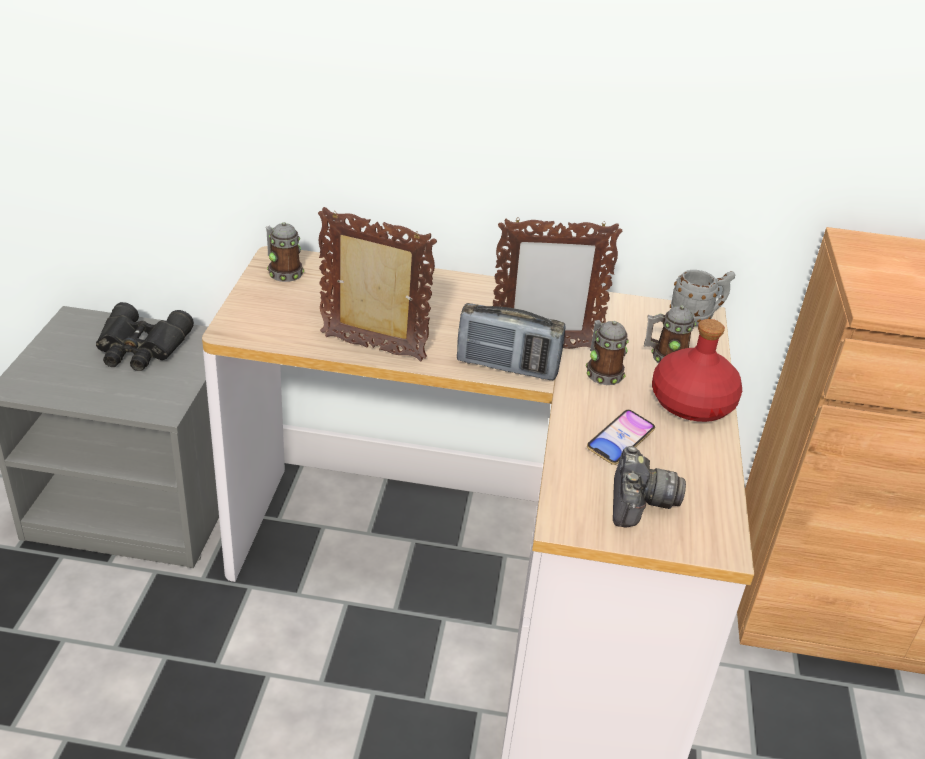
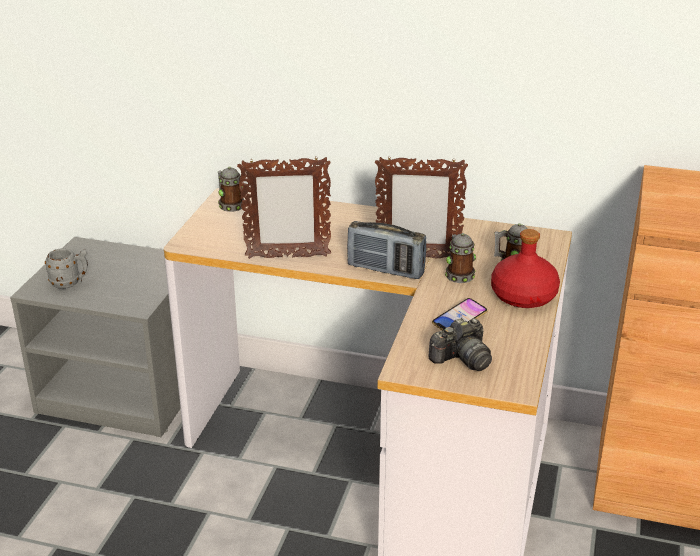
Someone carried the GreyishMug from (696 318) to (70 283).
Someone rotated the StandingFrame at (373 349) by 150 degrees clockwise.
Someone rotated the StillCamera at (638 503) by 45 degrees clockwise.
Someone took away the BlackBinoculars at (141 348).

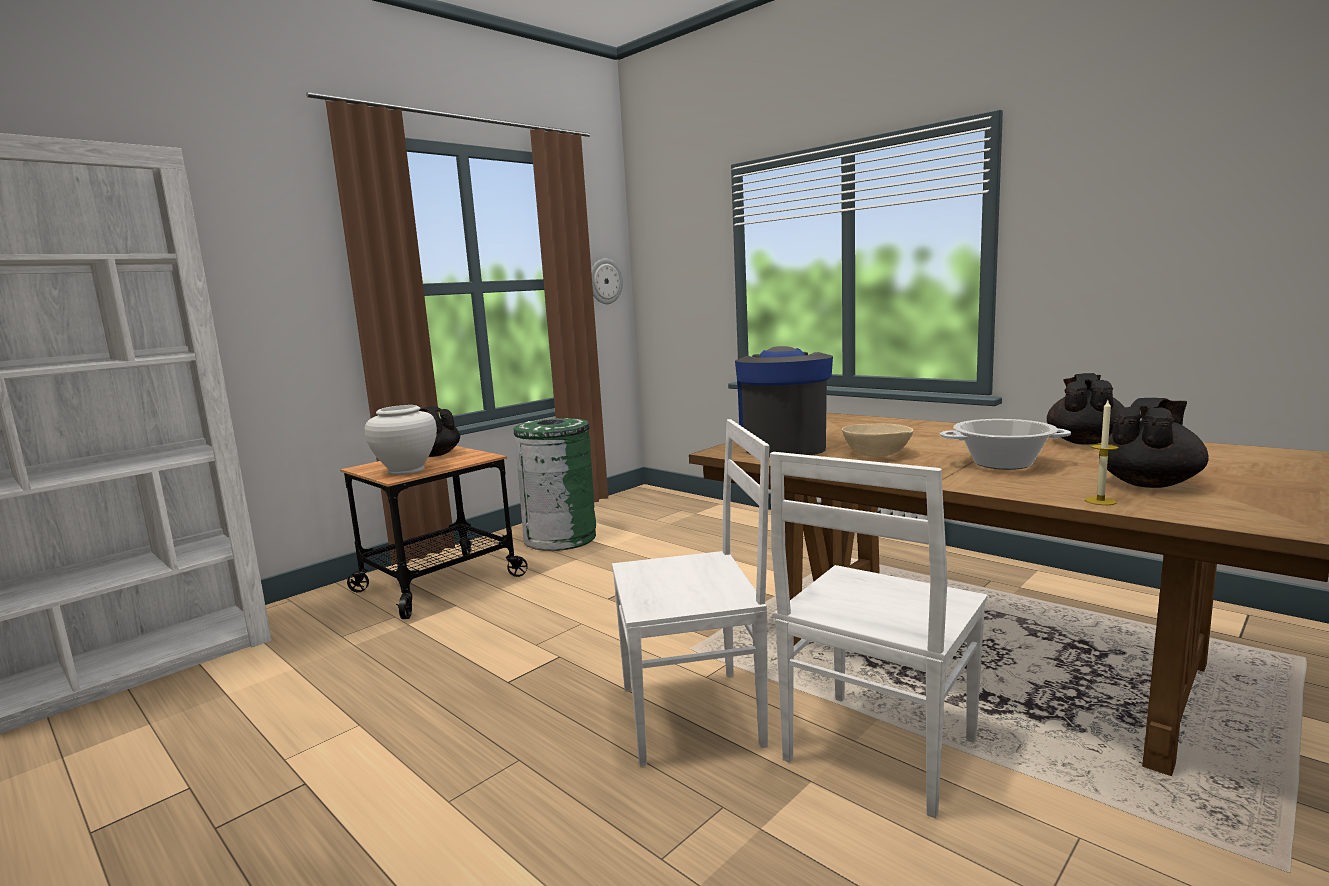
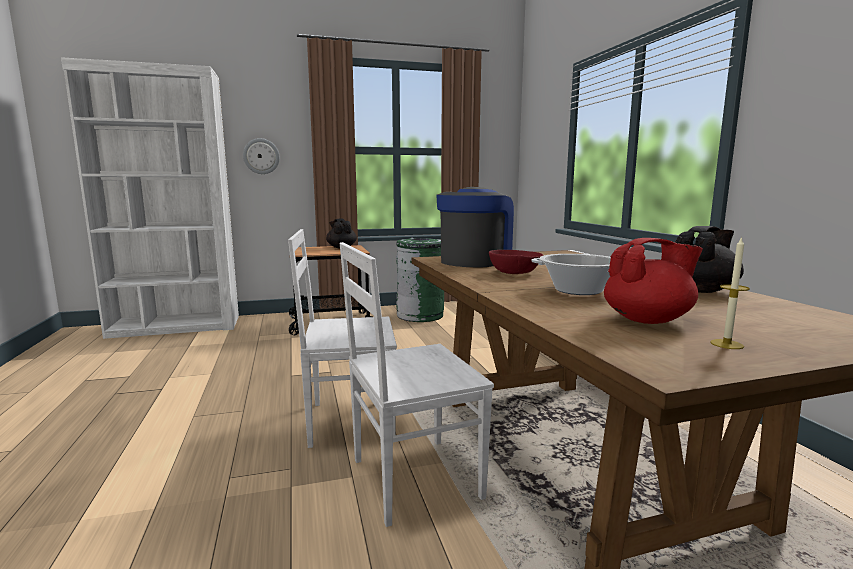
Someone carried the HangingClock from (605 281) to (261 156).
Someone rotated the WhiteUprightChair at (696 715) by 150 degrees clockwise.
Someone repainted the BeigeBowl at (876 453), which became the RedColouredBowl at (514 272).
Someone repainted the BlackPotForTea at (1149 483), which became the RedColouredPotForTea at (648 320).
Someone carried the WaxCandle from (1100 501) to (726 344).
Someone took away the WhiteDecorativeVase at (406 470).

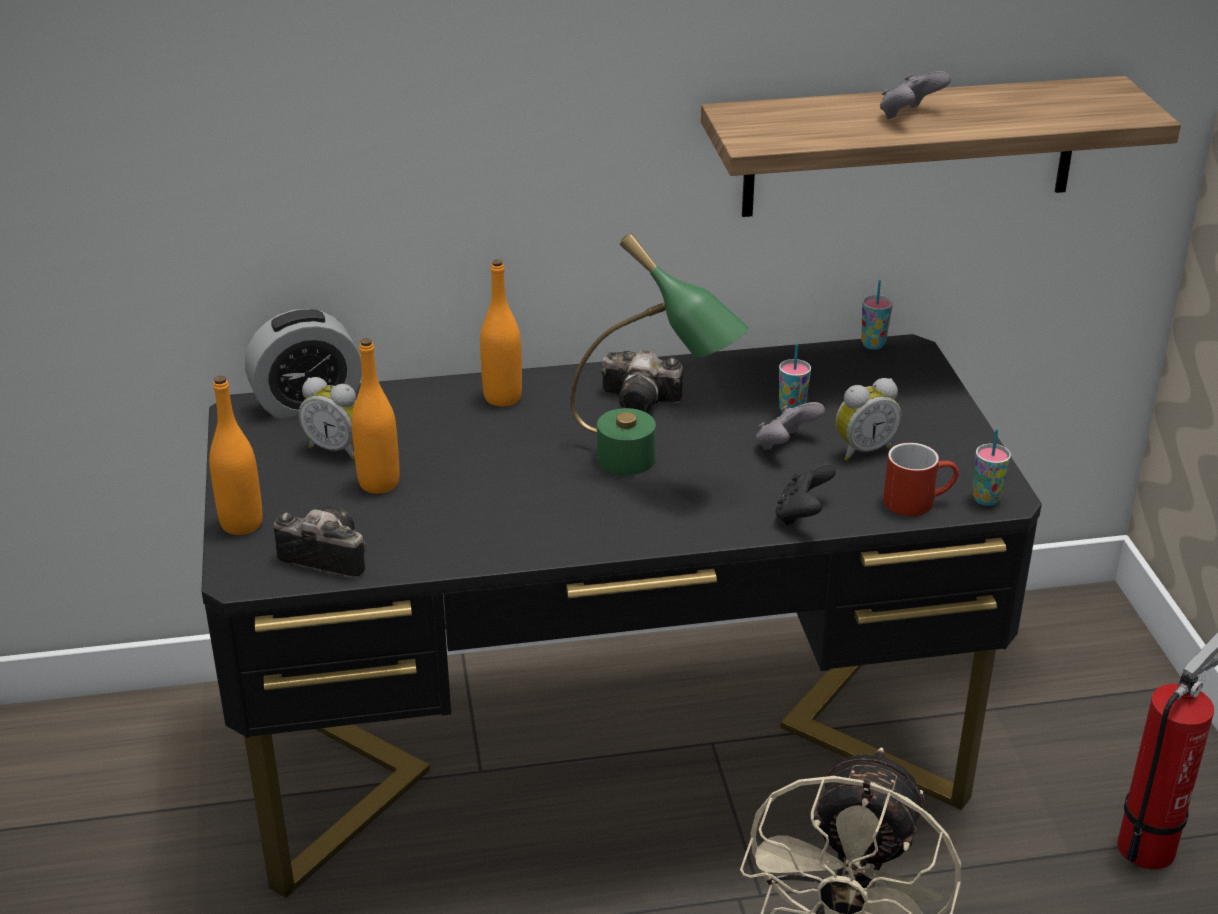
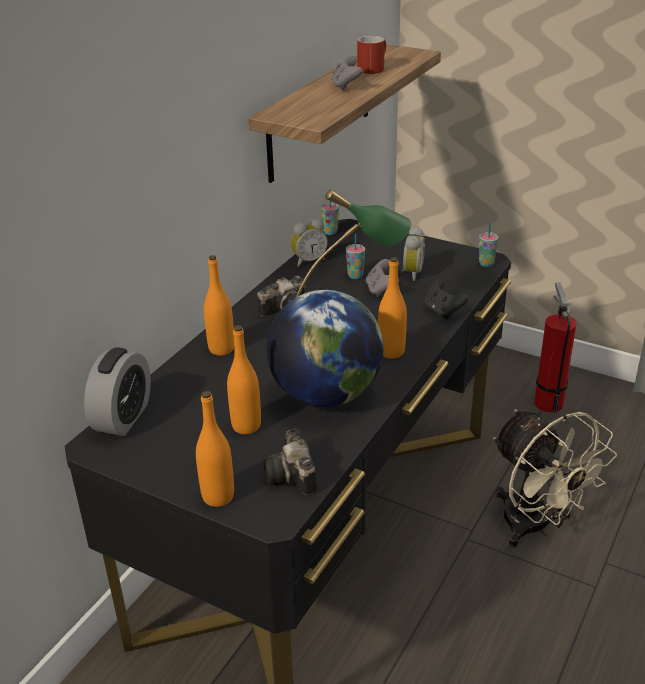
Someone rotated the StillCamera at (323 556) by 75 degrees counterclockwise.
Someone put down the DeskGlobe at (325 395).
Someone carried the AlarmClock from (337 448) to (308 261).
Someone carried the RedColouredMug from (918 501) to (373 68).
Someone put down the OrangeDrinkBottle at (391 352).

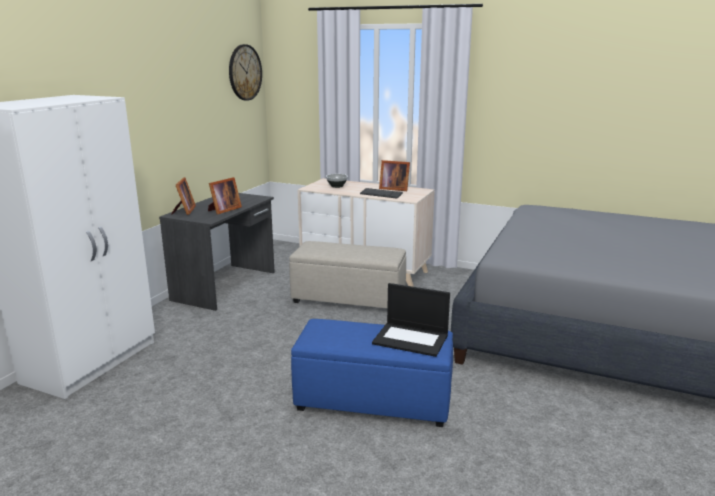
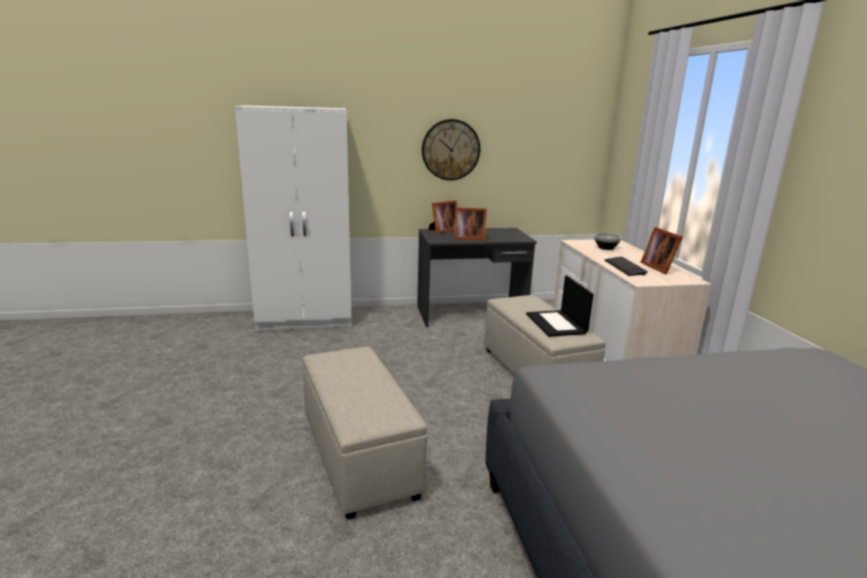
Someone repainted the BlueColouredPouffe at (374 401), which became the BeigePouffe at (359 456).
Someone carried the HangingClock from (244 72) to (450 150).
Someone carried the PortableComputer from (411 339) to (557 324).

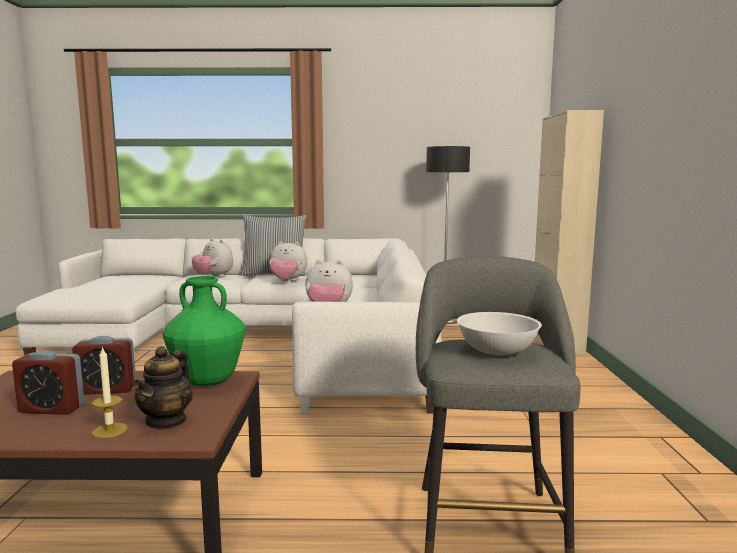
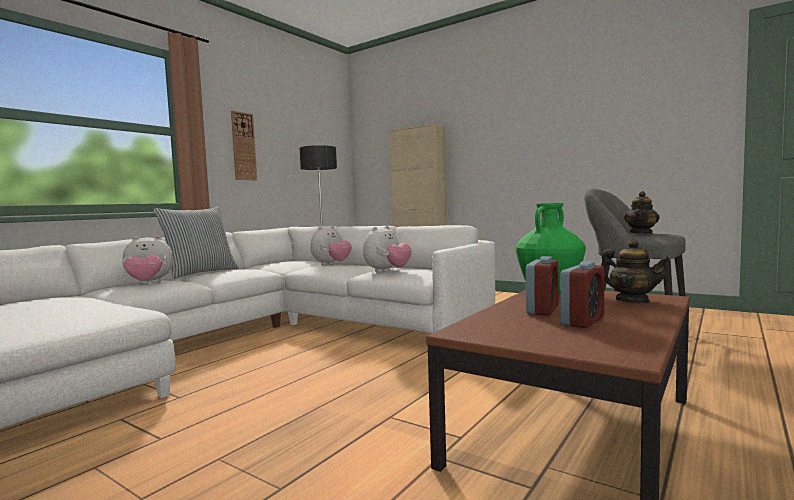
Someone put up the HangingClock at (243 146).
Someone carried the PlushToy from (287 281) to (331 264).
Someone swapped the WhiteBowl at (497 351) for the PotForTea at (641 233).
Someone took away the WaxCandle at (110 430).

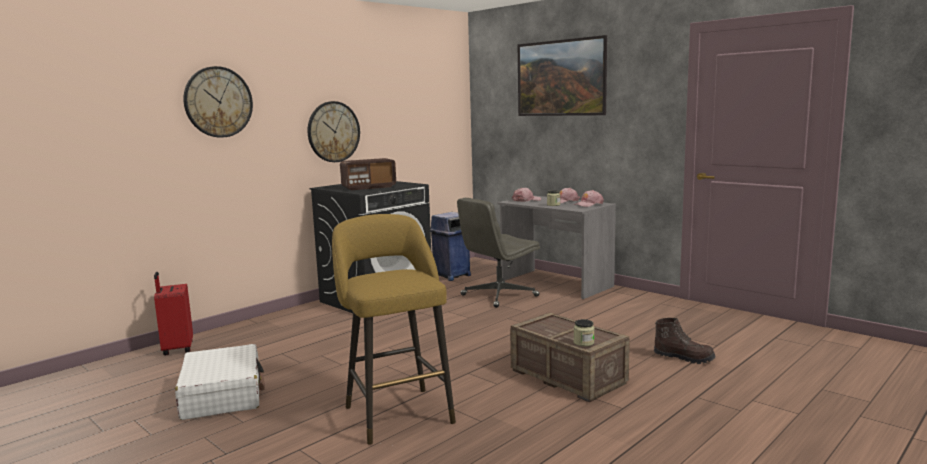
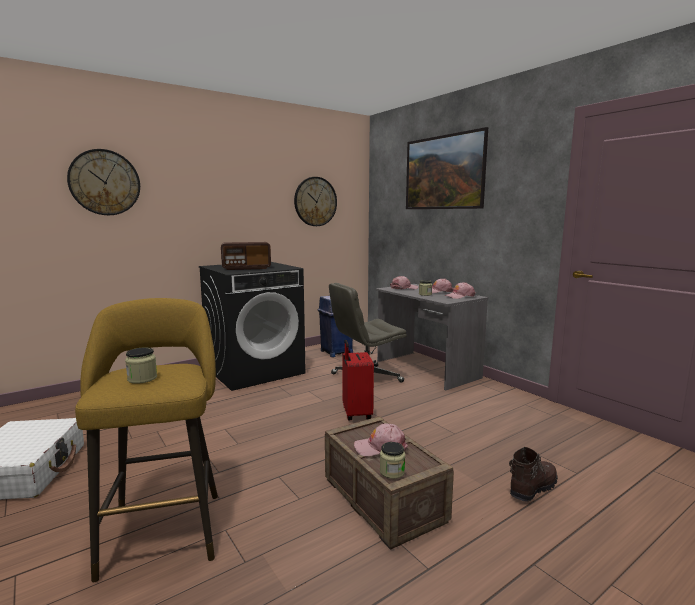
Someone put down the PreserveJar at (142 378).
Someone carried the HangingClock from (333 132) to (315 201).
Someone carried the RedColouredTravelCase from (177 349) to (356 414).
Someone put down the PinkishBaseballCap at (381 447).
Someone rotated the BrownTallBoot at (684 358) by 75 degrees counterclockwise.

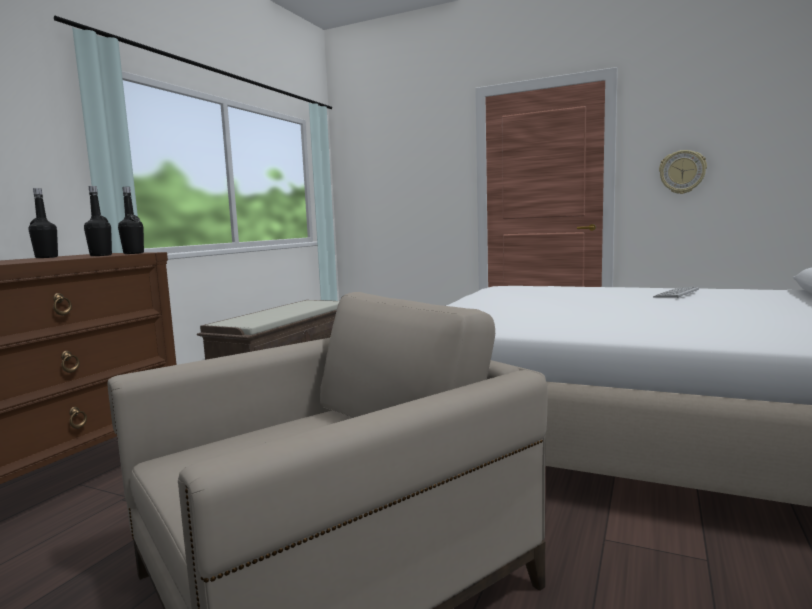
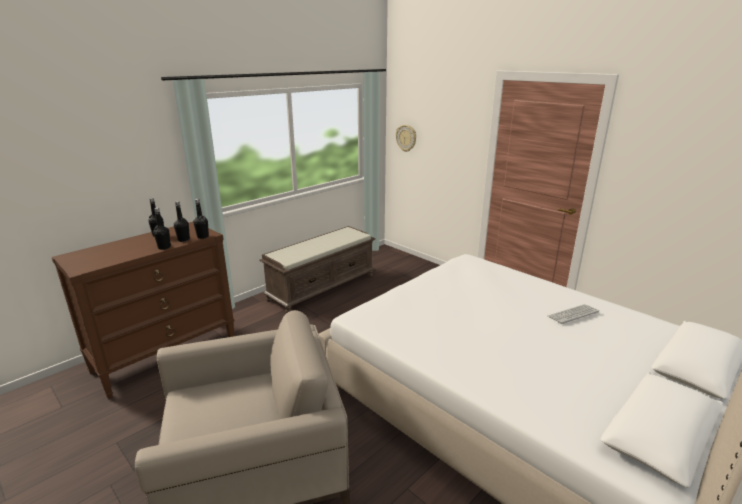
Someone put down the BlackDrinkBottle at (164 247).
Someone carried the HangingClock from (682 172) to (406 138).

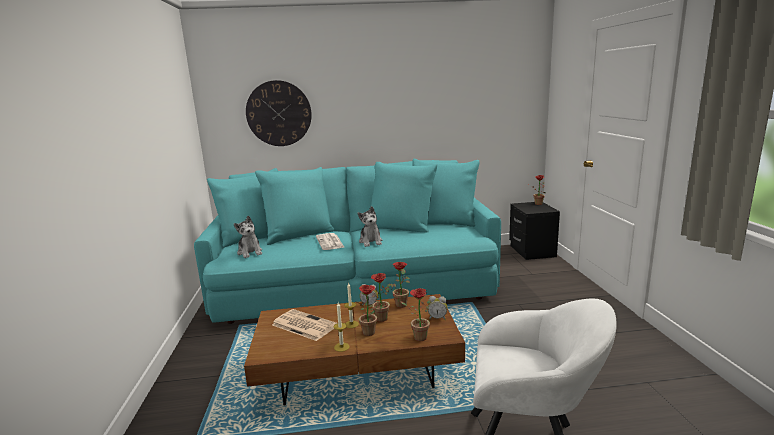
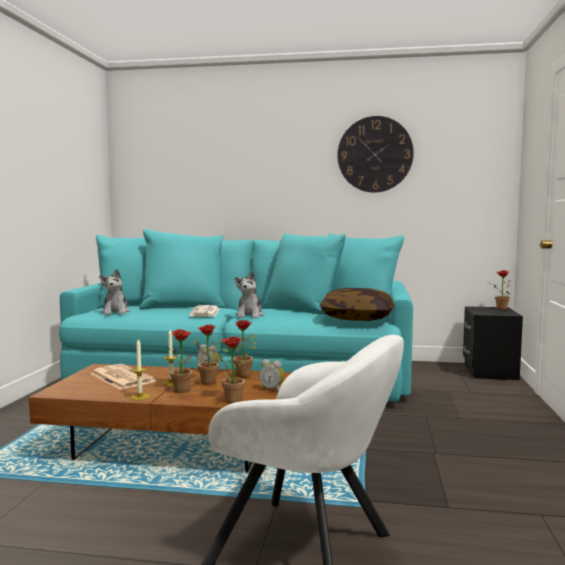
Someone put down the Cushion at (357 318).
Someone carried the HangingClock from (279 113) to (375 154).

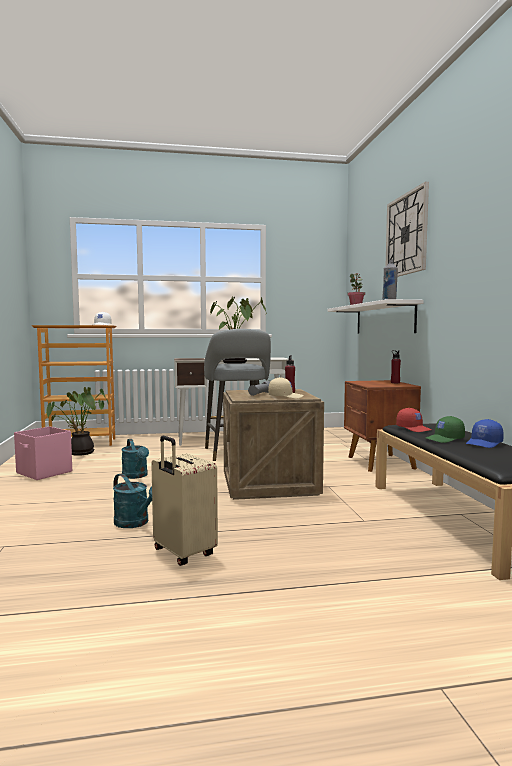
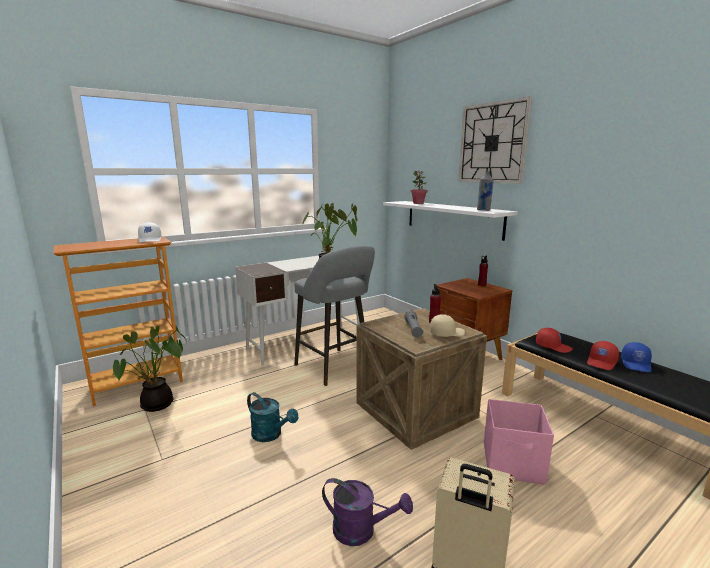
Someone repainted the TurquoiseWateringCan at (135 523), which became the PurpleColouredWateringCan at (361 530).
Someone carried the PinkishStorageBin from (44 472) to (513 463).
Someone repainted the GreenishBaseballCap at (445 439), which became the RedColouredBaseballCap at (602 362).

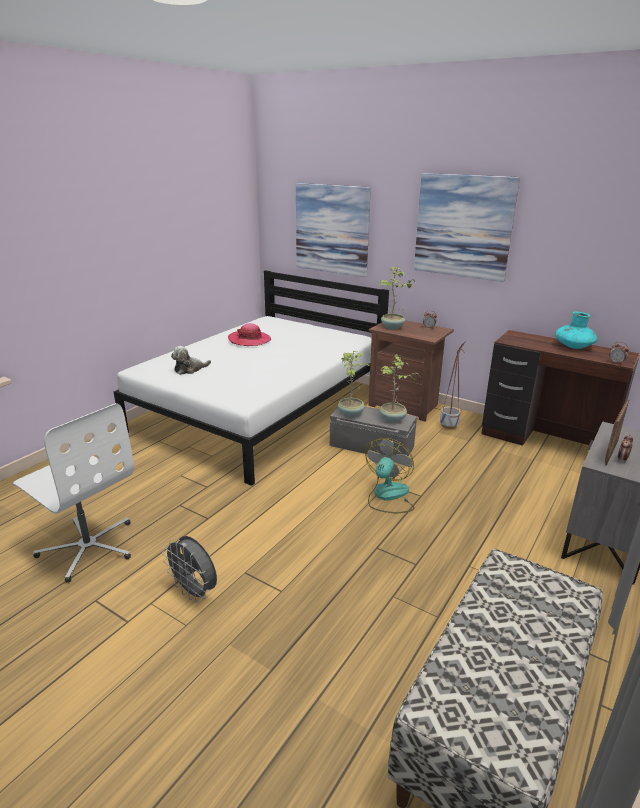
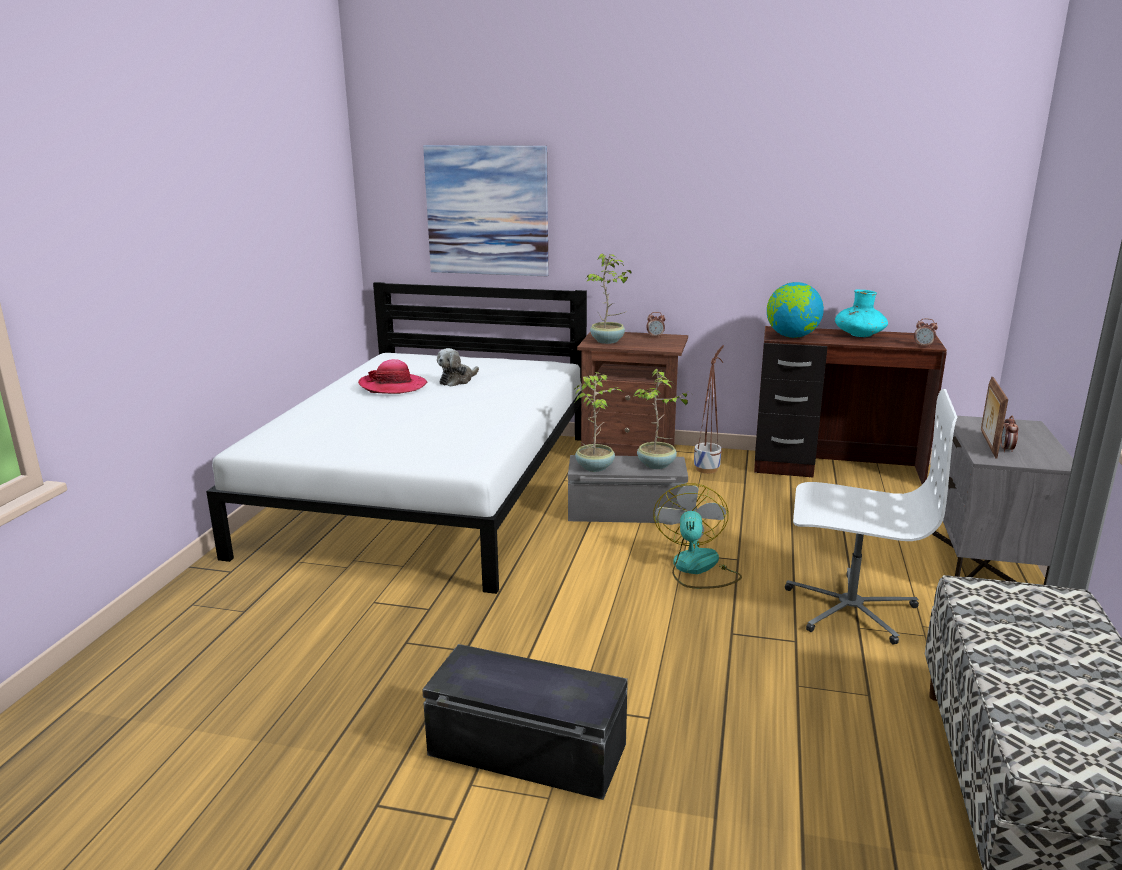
Someone swapped the GreyishCoolingFan at (195 592) for the BlackStorageBin at (526 751).
Someone carried the PlushToy from (190 369) to (457 380).
Someone put down the DeskGlobe at (792 336).
Someone carried the WhiteOfficeChair from (88 547) to (849 608).
Someone took away the WallPicture at (463 226).

